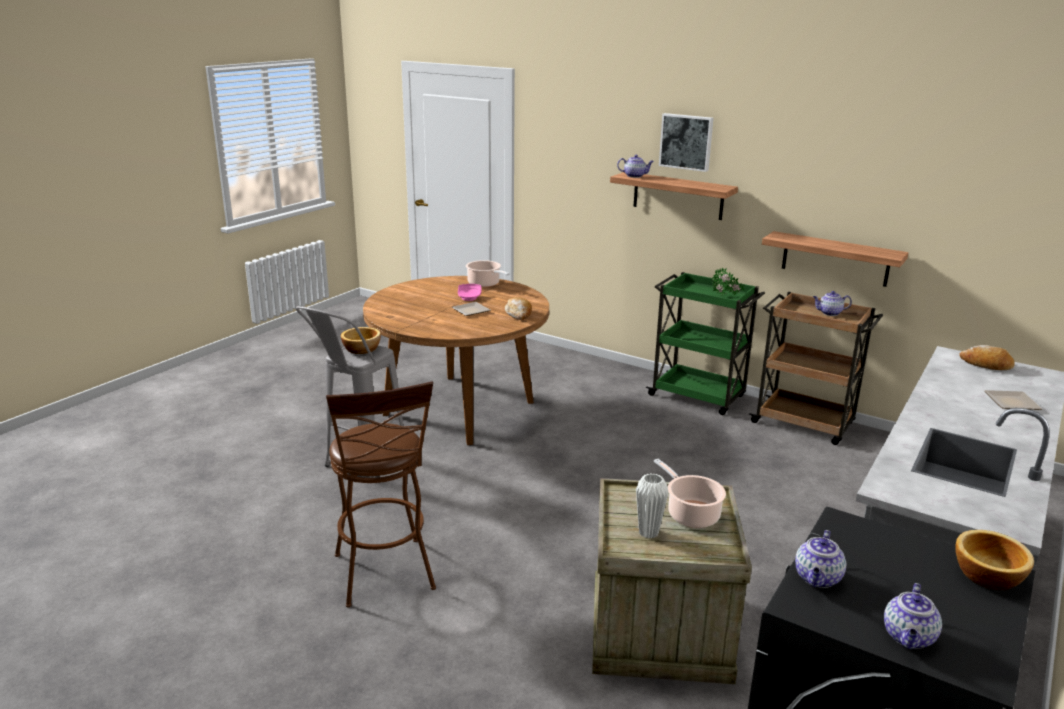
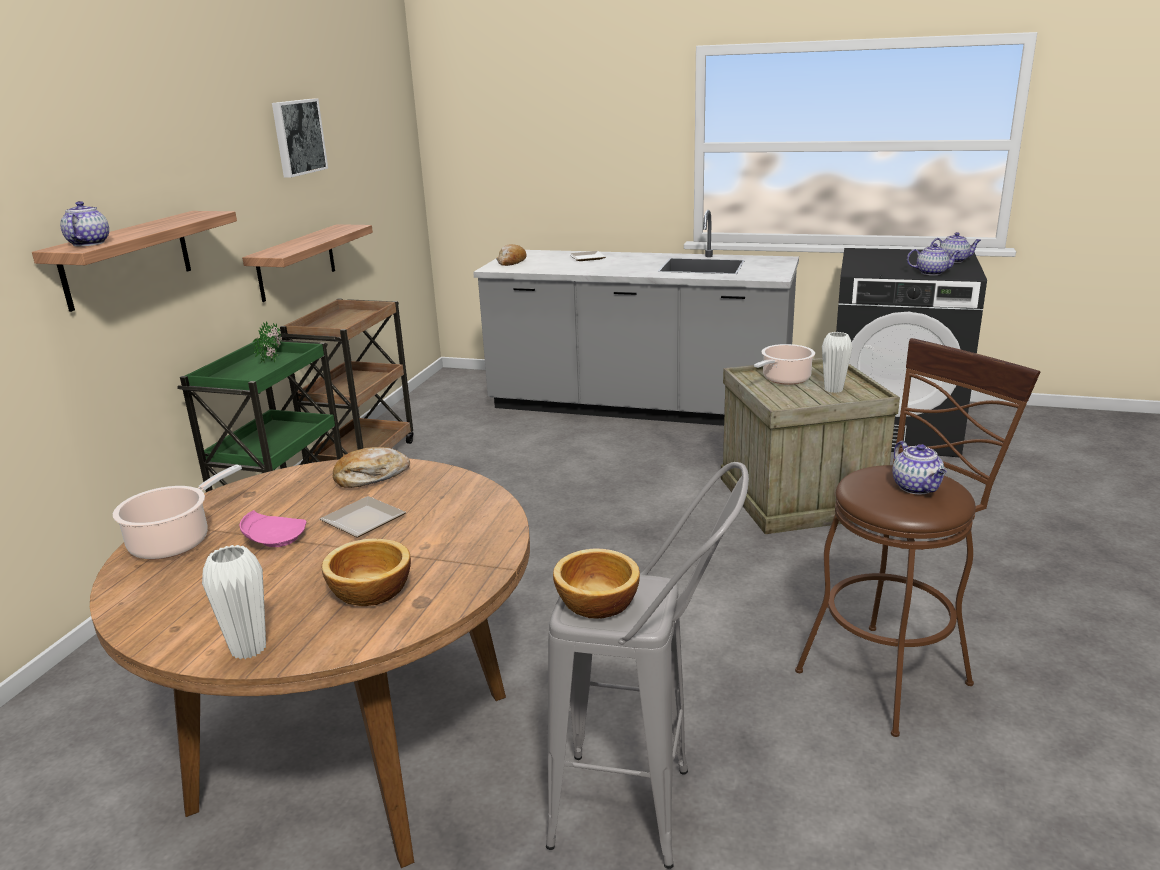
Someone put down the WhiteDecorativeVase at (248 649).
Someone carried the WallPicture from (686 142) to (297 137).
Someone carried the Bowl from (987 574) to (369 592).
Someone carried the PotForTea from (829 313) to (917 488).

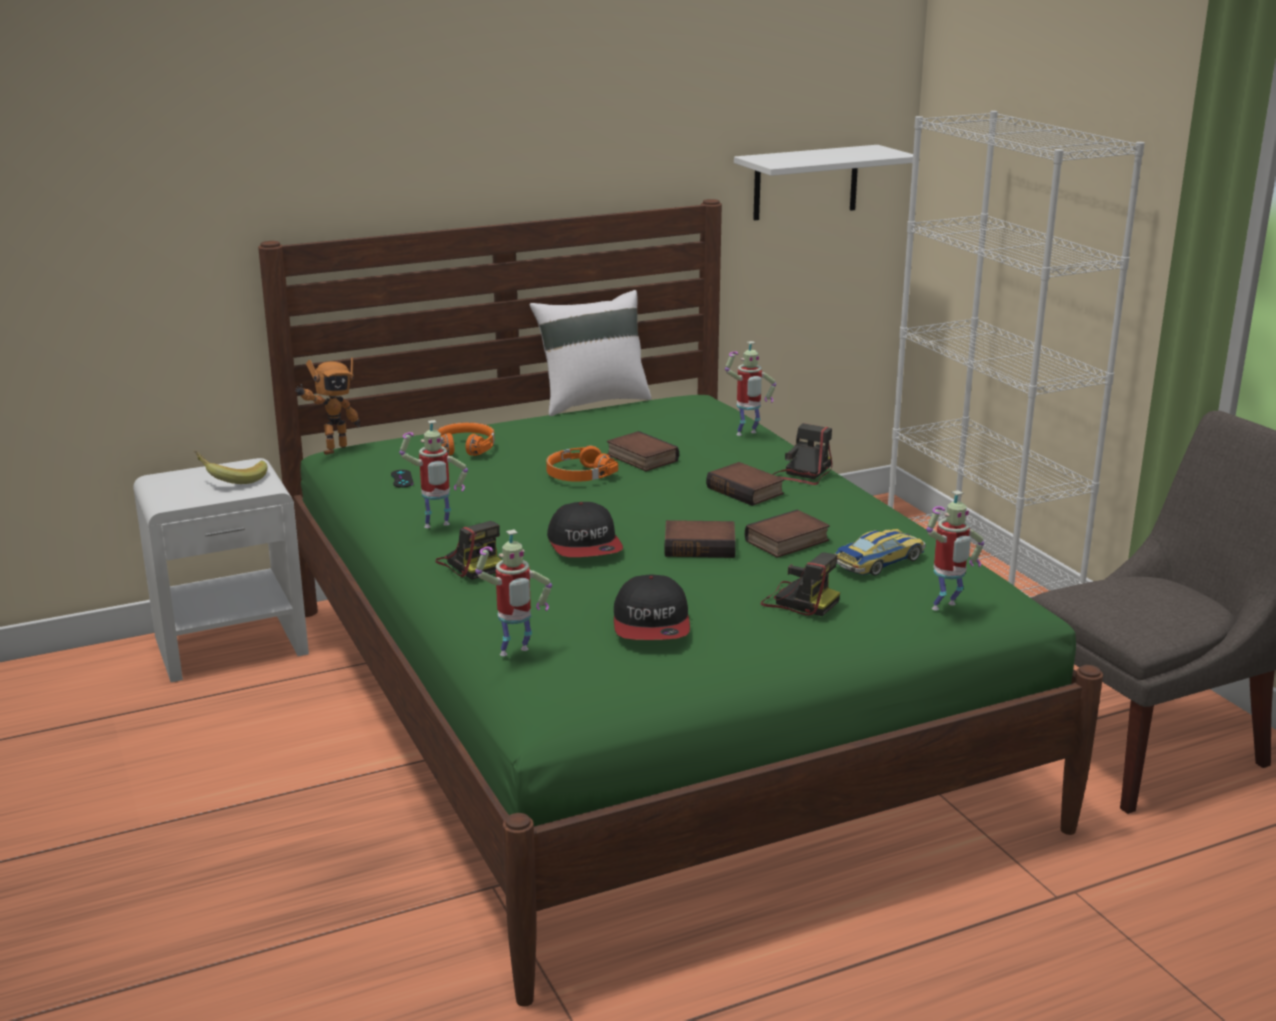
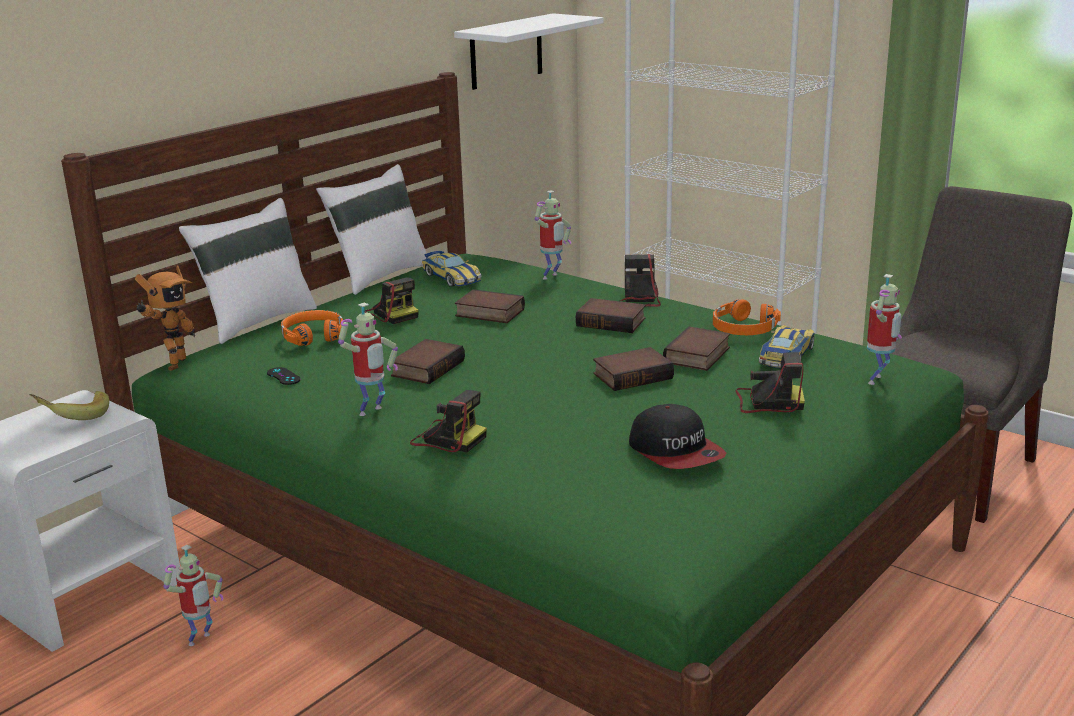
Someone carried the RobotFigure from (515 654) to (201 641).
Someone put down the WhiteCushion at (256 321).
Someone put down the StillCamera at (393 314).
Someone put down the BoundBook at (426 367).
Someone put down the ToyCar at (451 277).
Someone carried the OrangePairOfHeadphones from (578 475) to (743 329).
Someone took away the BaseballCap at (585 545).

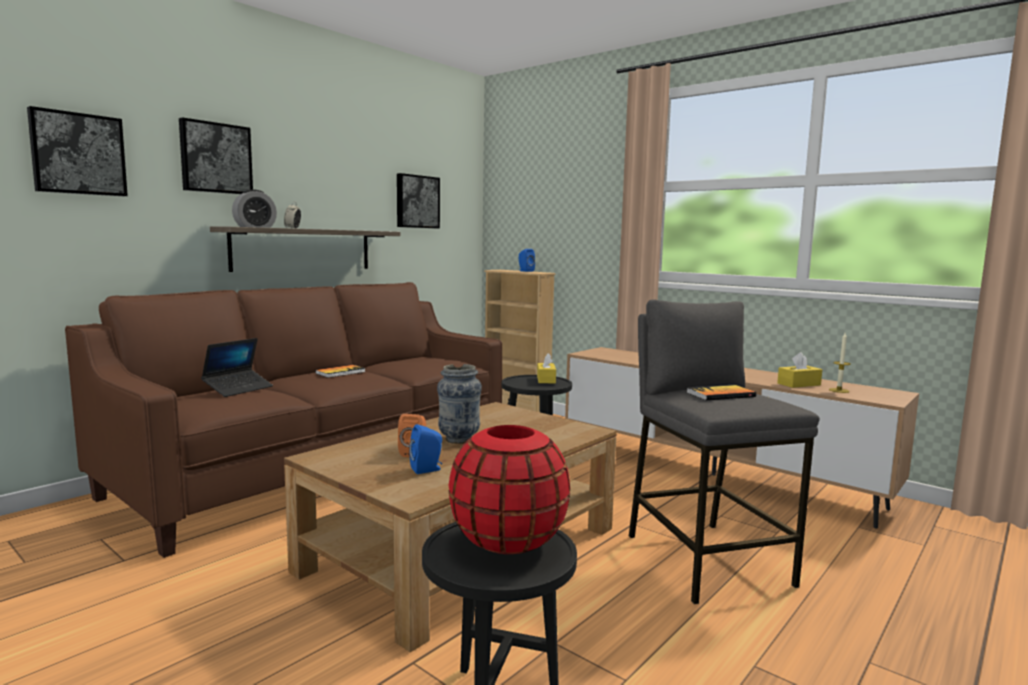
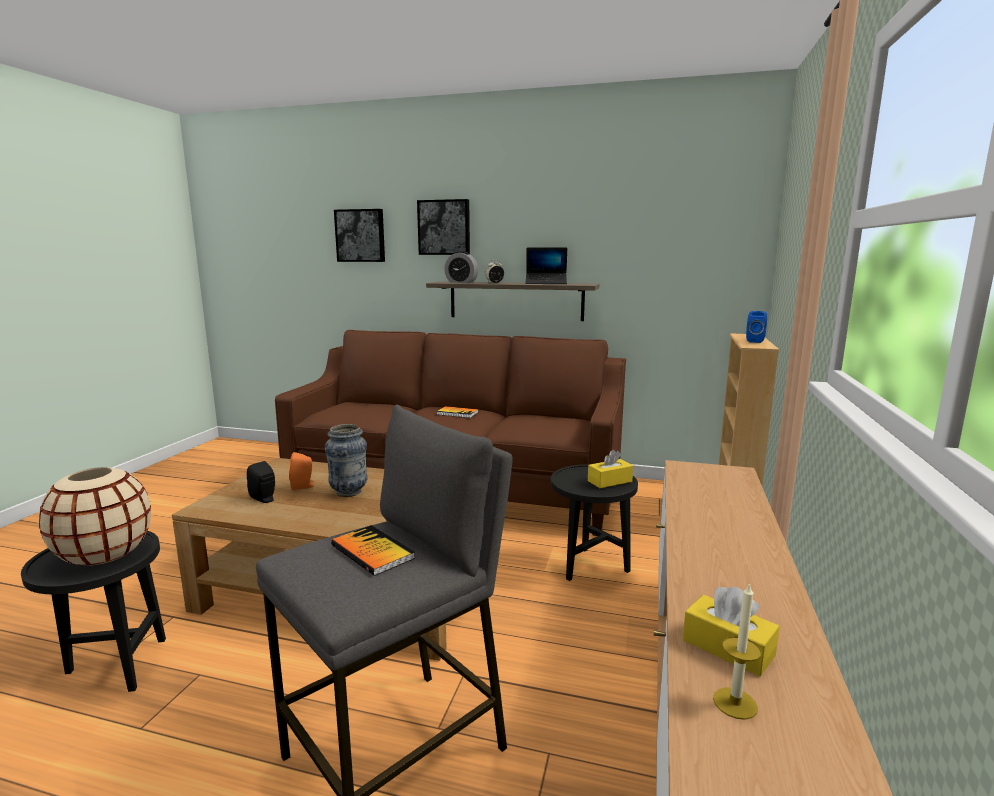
Someone repainted the RedColouredDecorativeVase at (508 541), which became the BeigeDecorativeVase at (104 554).
Someone repainted the BlueColouredSpeaker at (427 469), which became the BlackSpeaker at (264 499).
Someone carried the PortableComputer from (238 389) to (546 283).
Someone took away the WallPicture at (416 201).

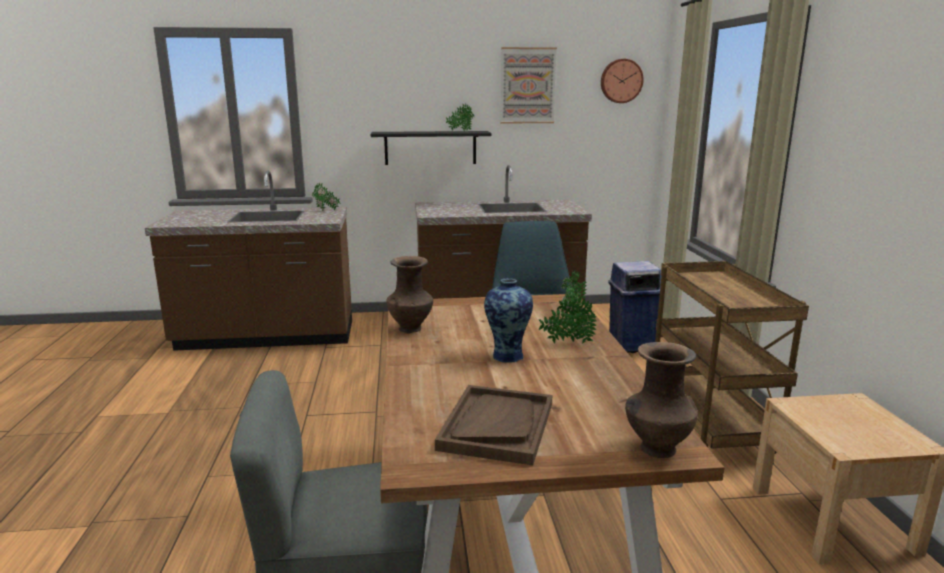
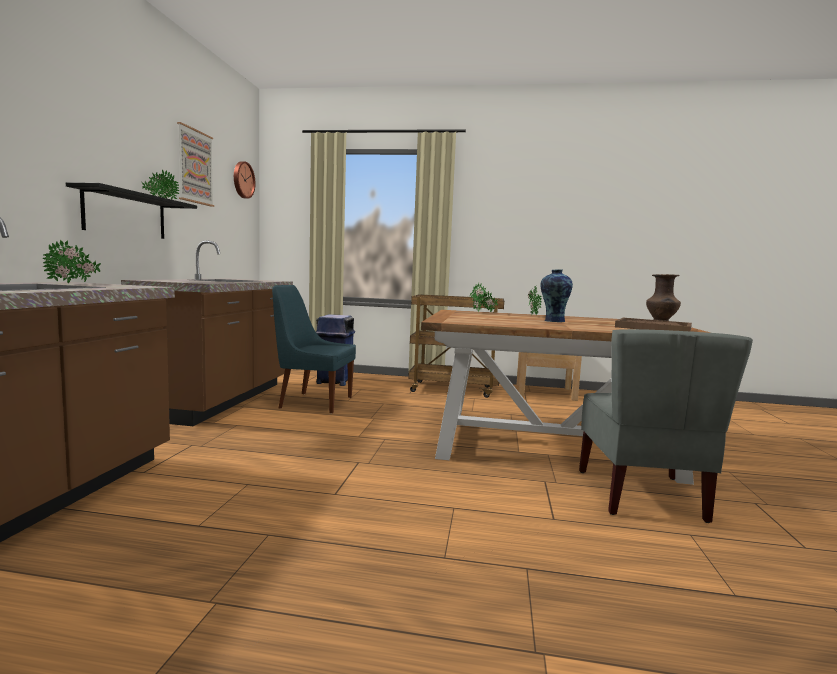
Someone took away the BrownDecorativeVase at (411 328).

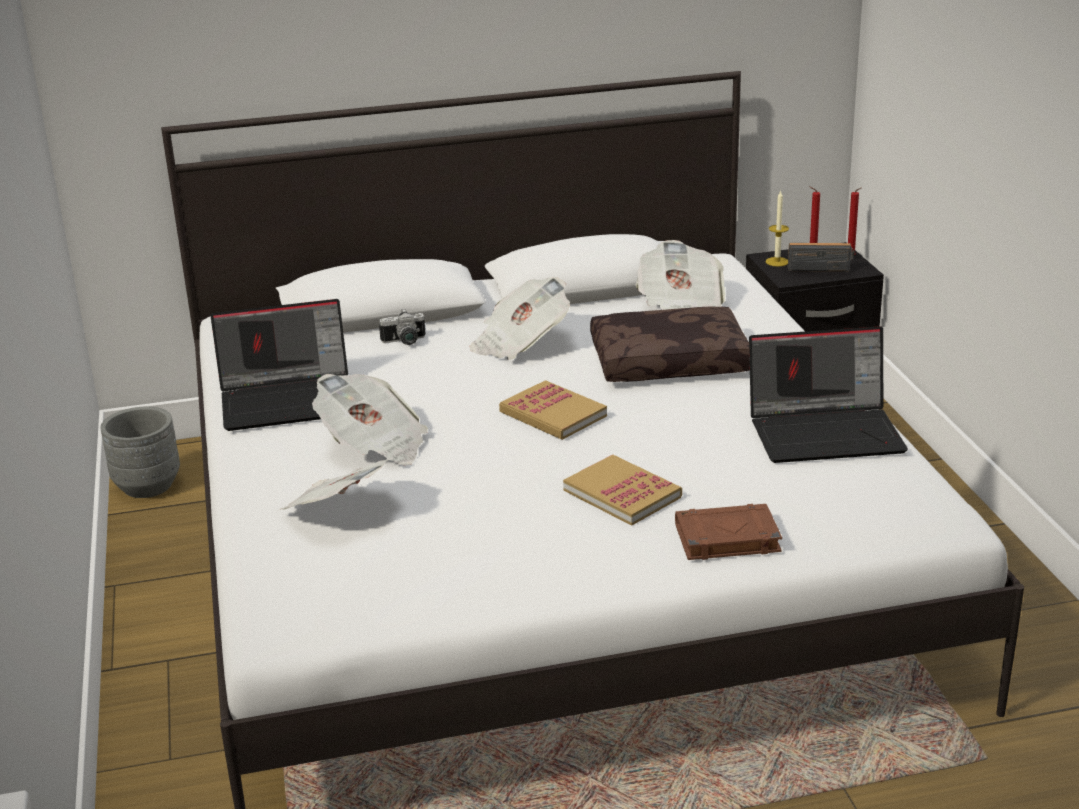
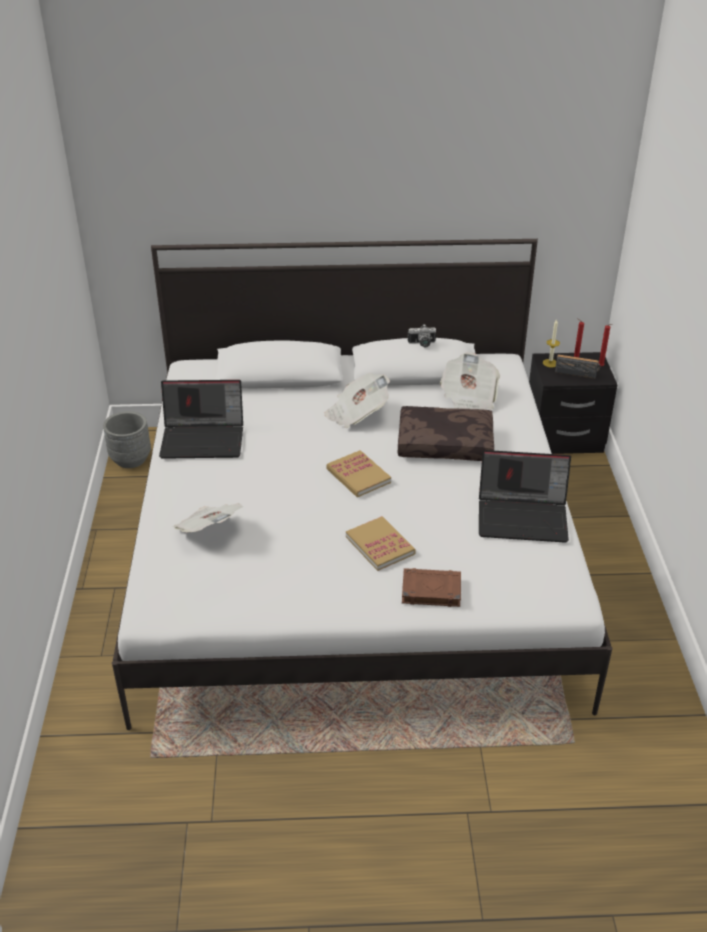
Someone carried the StillCamera from (404 342) to (422 344).
Someone took away the PrintedPaper at (374 445).

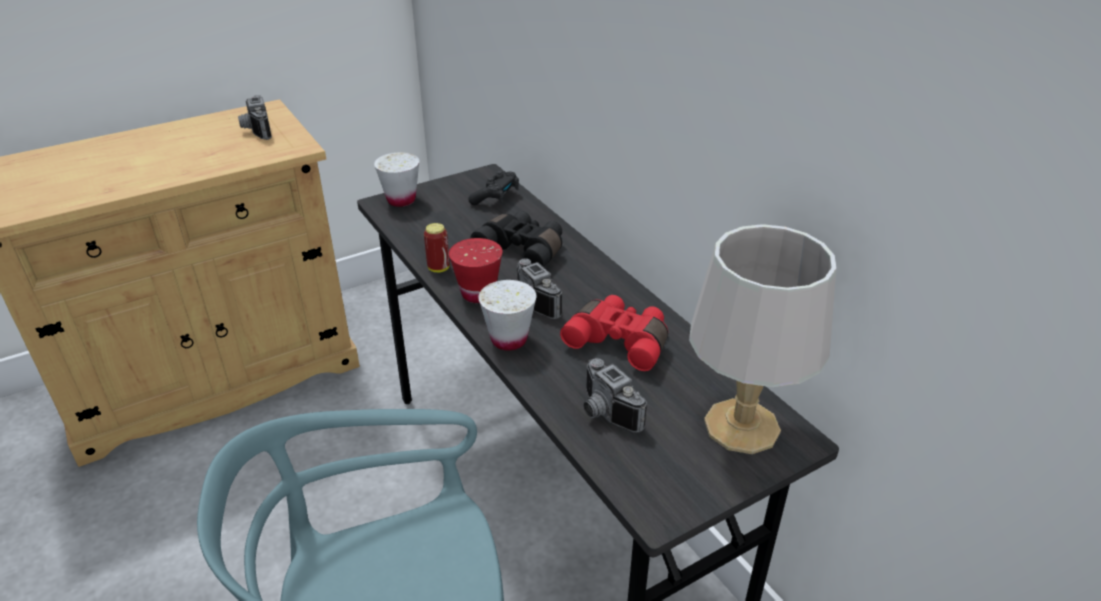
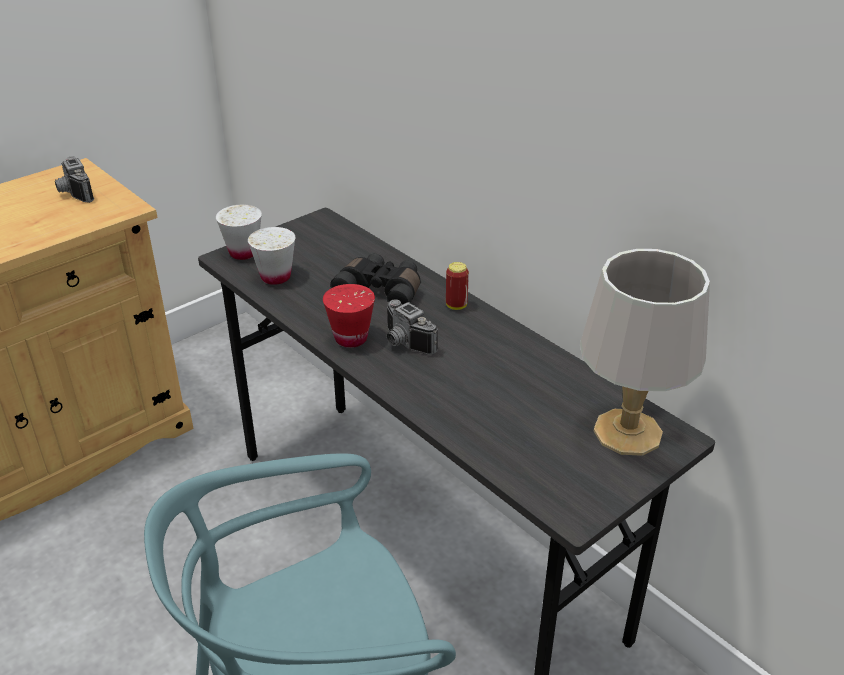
Someone carried the WhiteCup from (509 340) to (275 277).
Someone carried the Can from (438 268) to (456 306).
Someone took away the BlackGamepad at (496 197).
Someone took away the RedColouredBinoculars at (620 341).
Someone took away the StillCamera at (604 413).

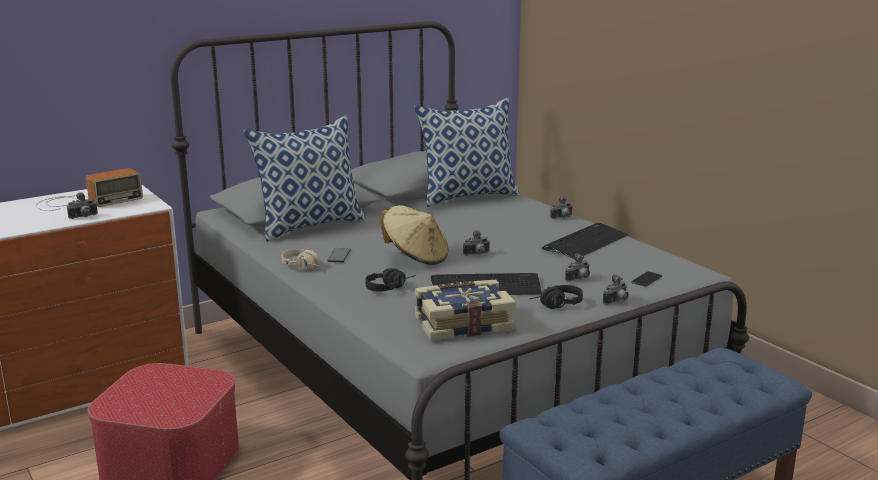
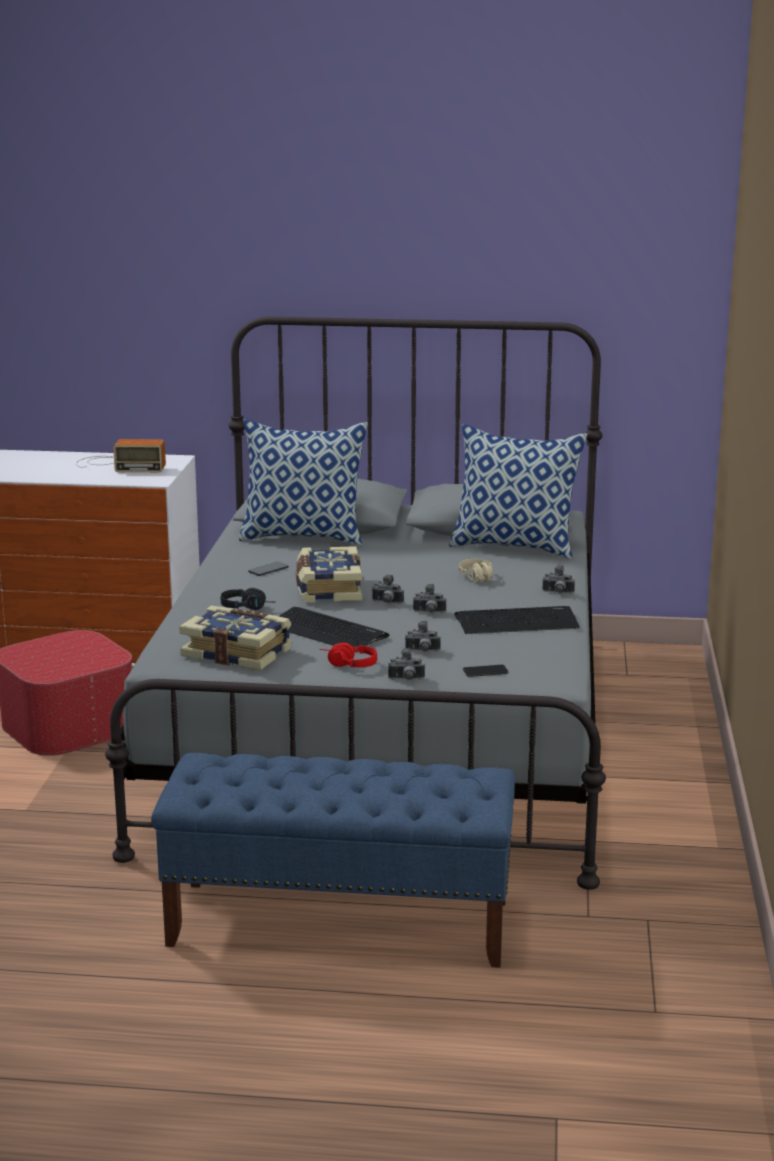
Someone swapped the BeigeHat at (415 257) for the BoundBook at (327 589).
Someone repainted the BlackPairOfHeadphones at (556 305), which became the RedColouredPairOfHeadphones at (346 665).
Someone carried the StillCamera from (84 217) to (429 612).
Someone carried the BeigePairOfHeadphones from (305 267) to (479 579).

